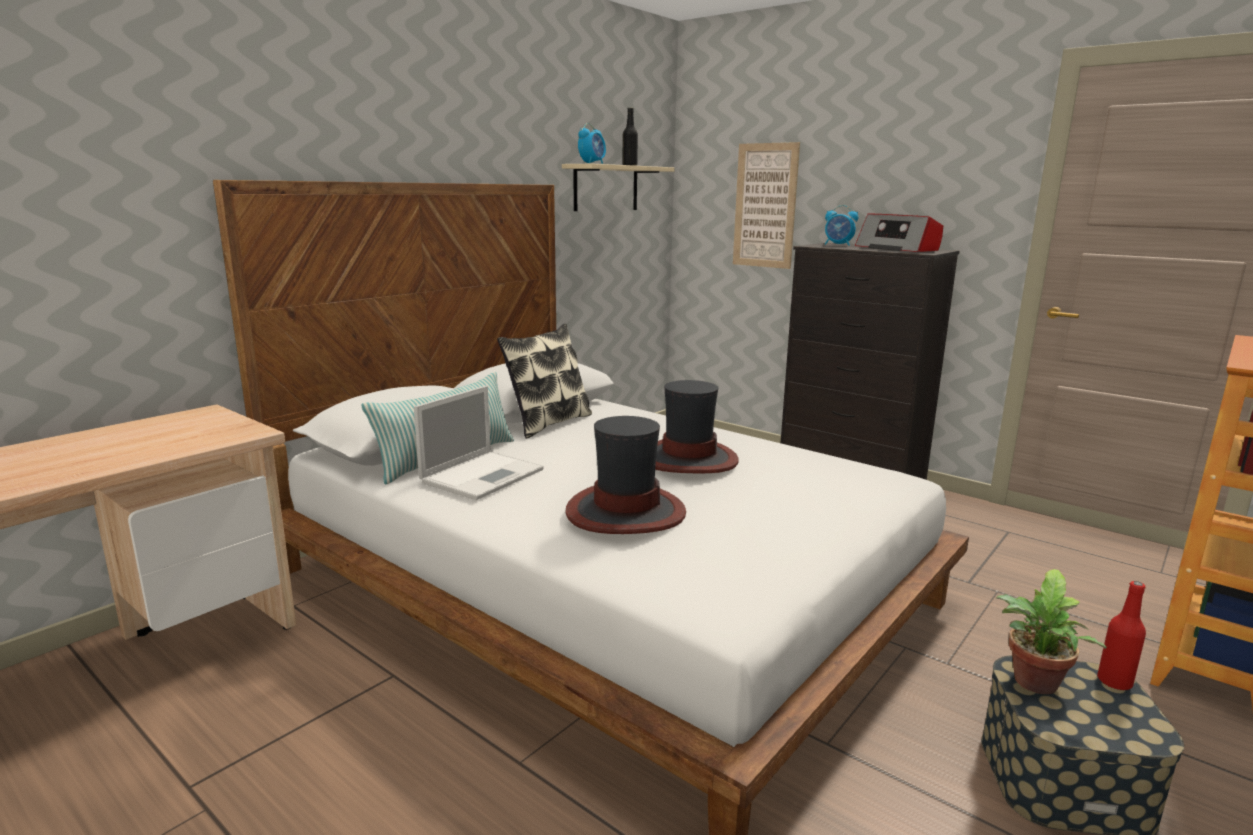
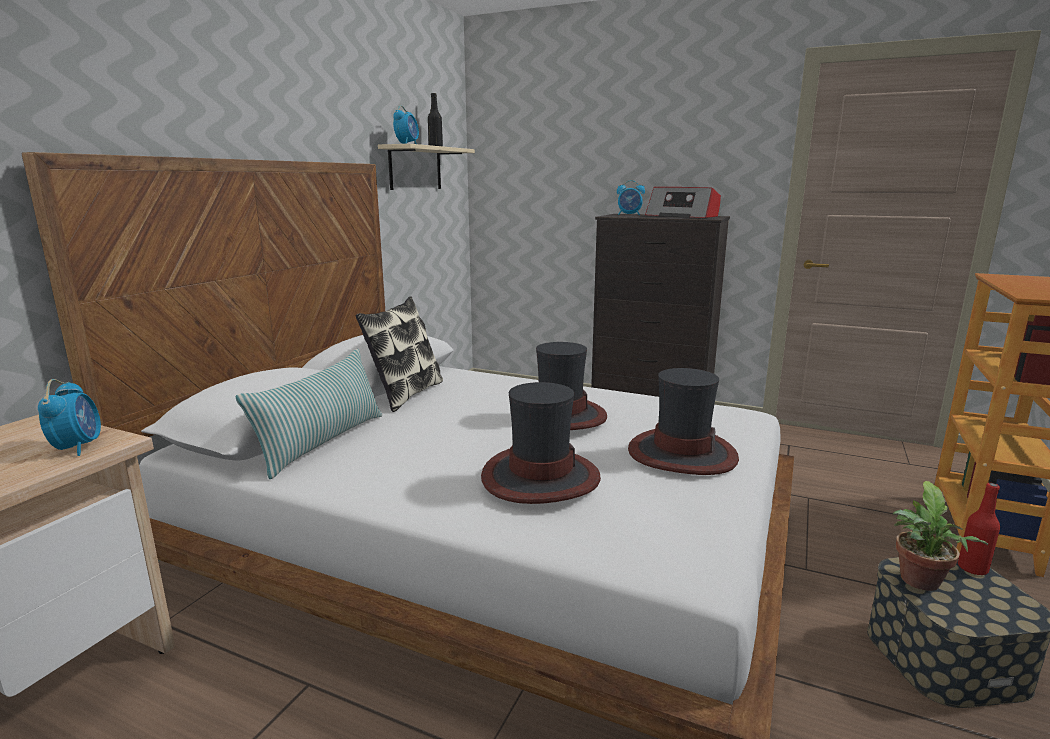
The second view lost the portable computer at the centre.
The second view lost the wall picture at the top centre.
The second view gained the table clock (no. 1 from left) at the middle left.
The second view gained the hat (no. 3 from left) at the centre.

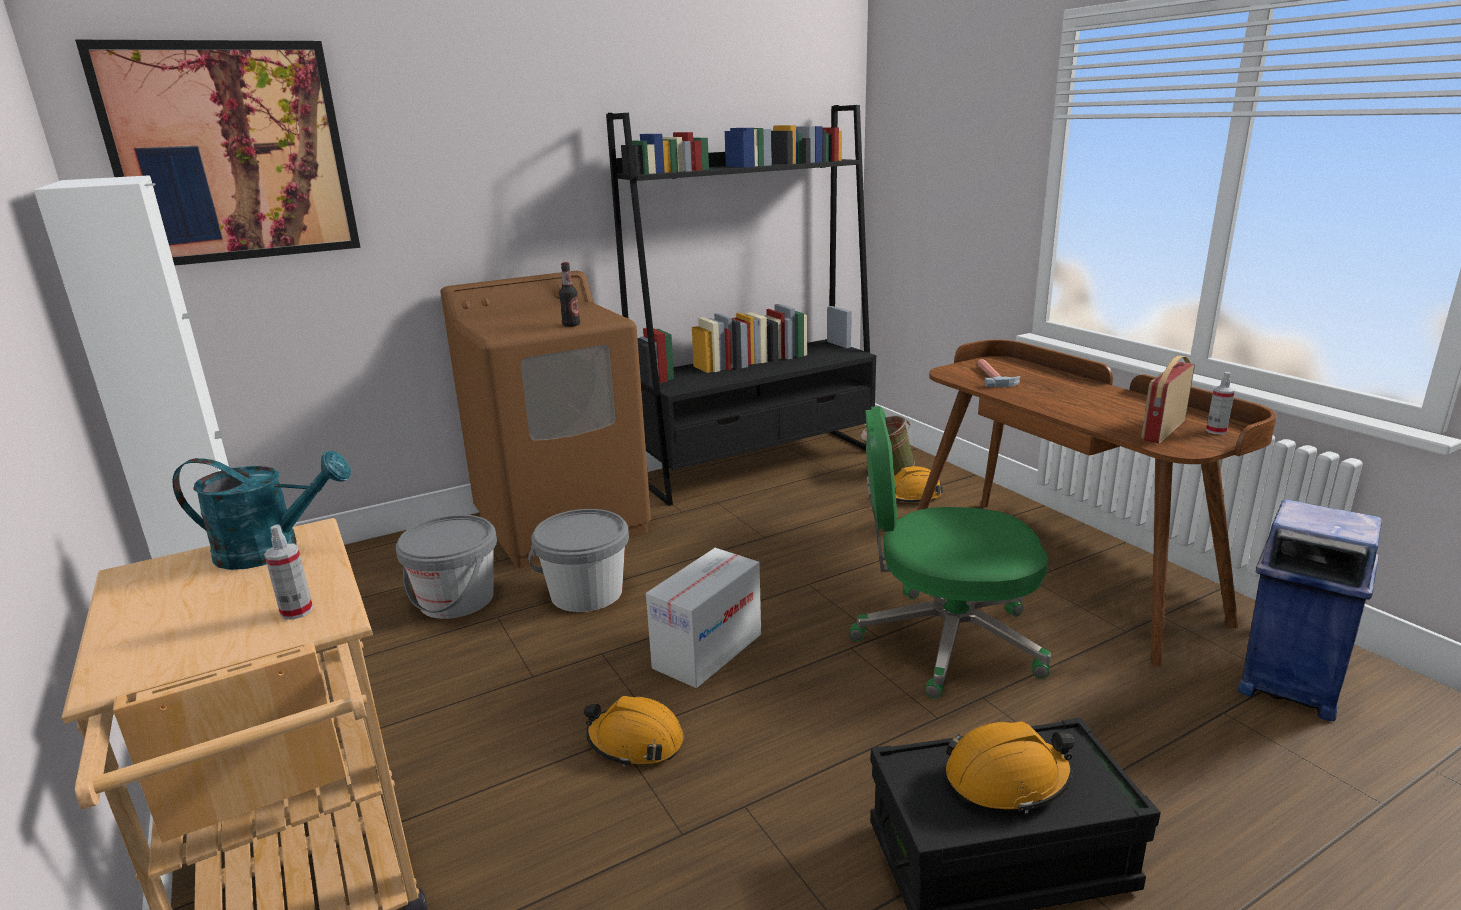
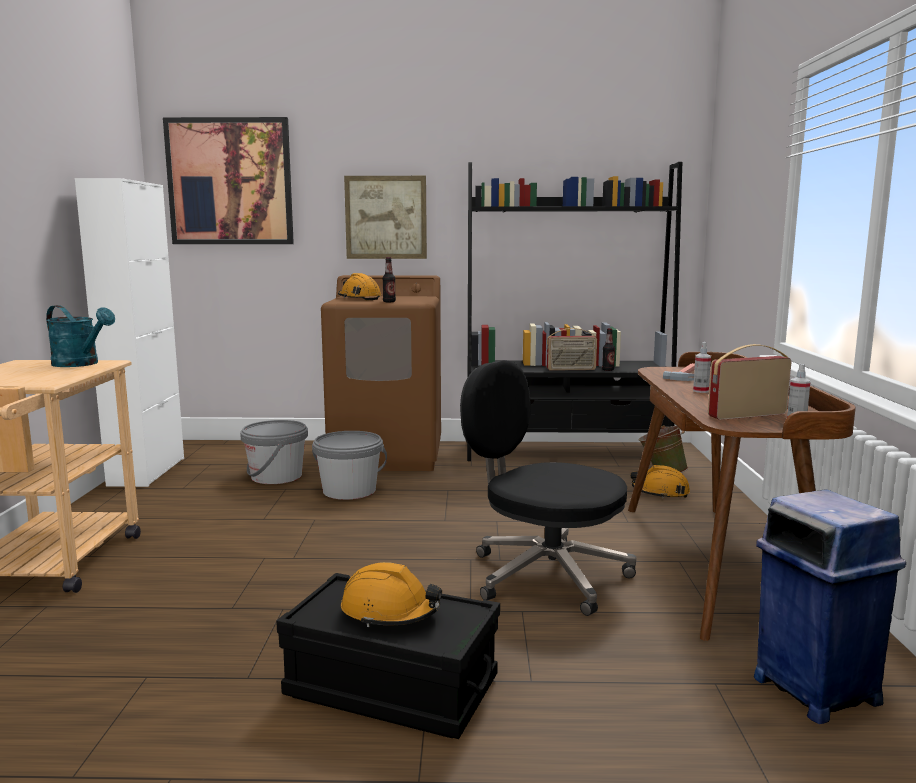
The second view lost the carton at the bottom centre.
The second view gained the wall picture (no. 2 from left) at the top centre.
The second view gained the radio receiver (no. 1 from left) at the centre.
The second view gained the drink bottle (no. 2 from left) at the centre.
The hand sprayer (no. 1 from left) ended up elsewhere, having gone from the middle left to the middle right.
The work helmet (orangey) (no. 1 from left) ended up elsewhere, having gone from the bottom centre to the centre.
What was the office chair (greenish) at the centre turned into the office chair (black) at the centre.

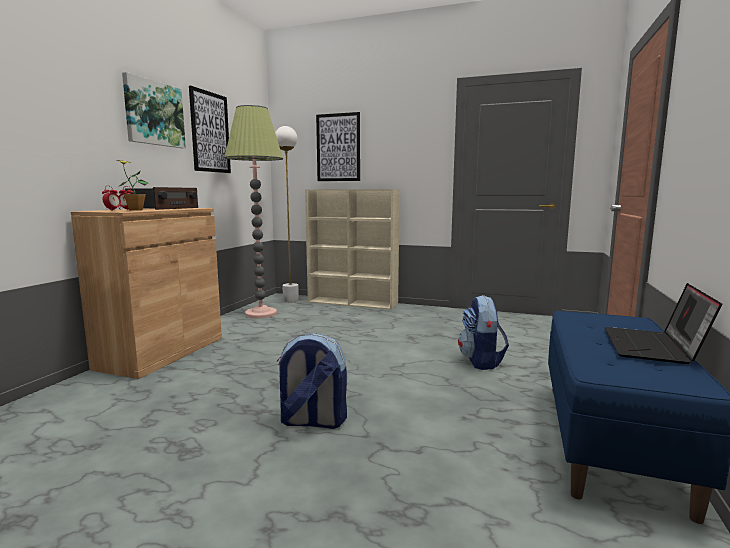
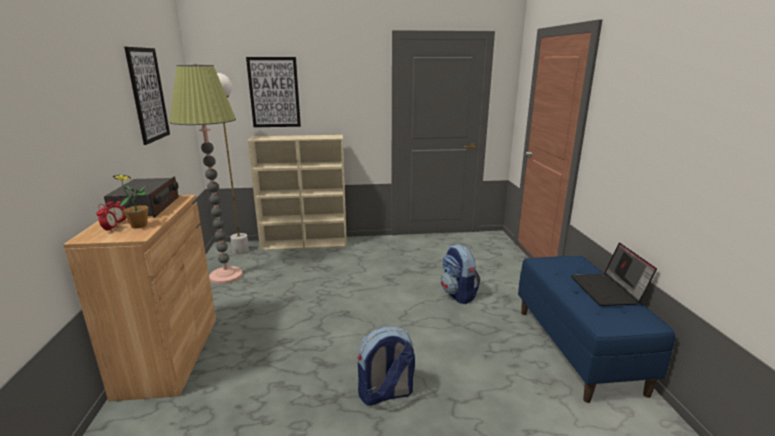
The second view lost the wall picture (no. 1 from left) at the top left.

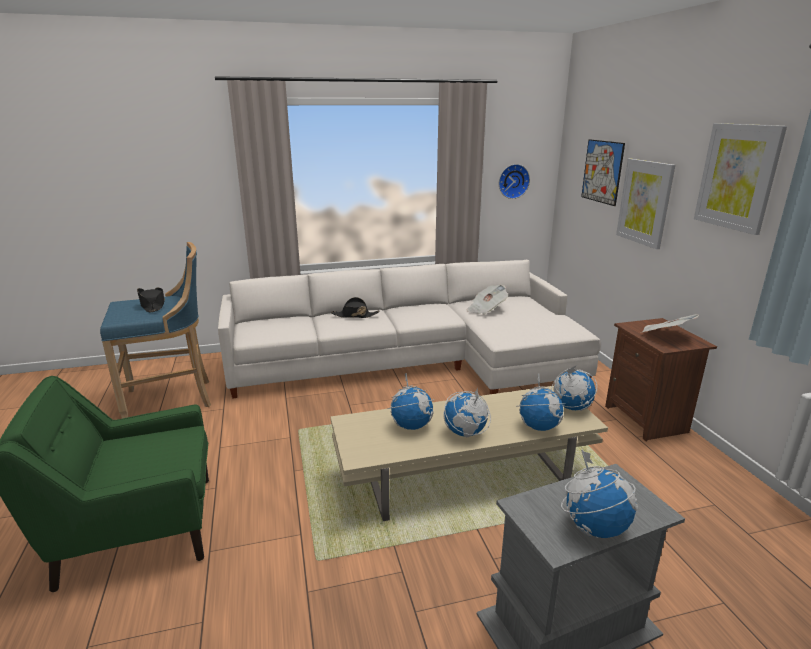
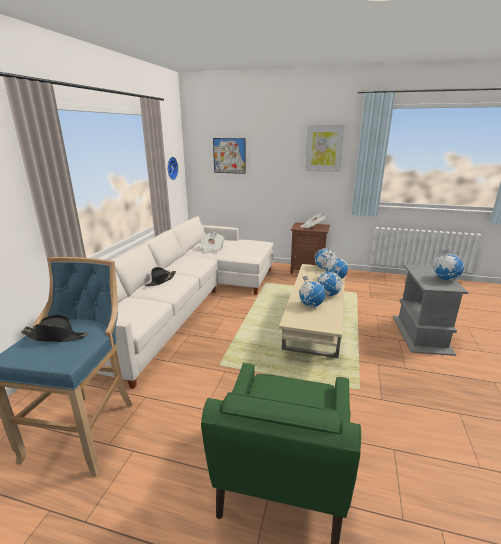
The second view lost the wall picture (no. 2 from left) at the top right.

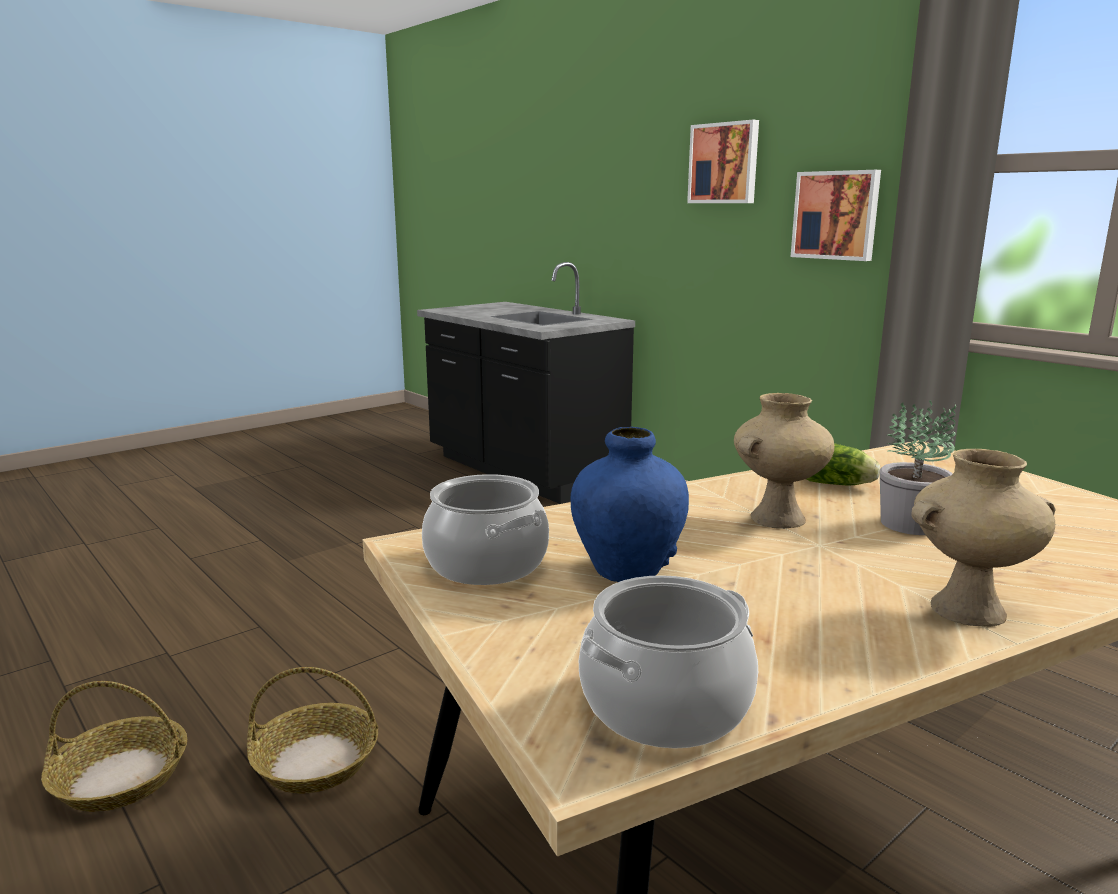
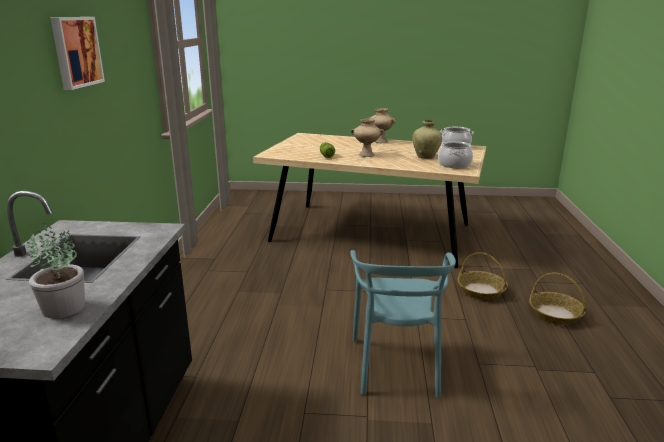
The second view lost the wall picture (no. 2 from left) at the top right.
The second view gained the upright chair (turquoise) at the bottom centre.
The plant in a pot ended up elsewhere, having gone from the middle right to the middle left.
What was the flower vase (bluish) at the centre turned into the flower vase (beige-coloured) (no. 3 from left) at the top centre.

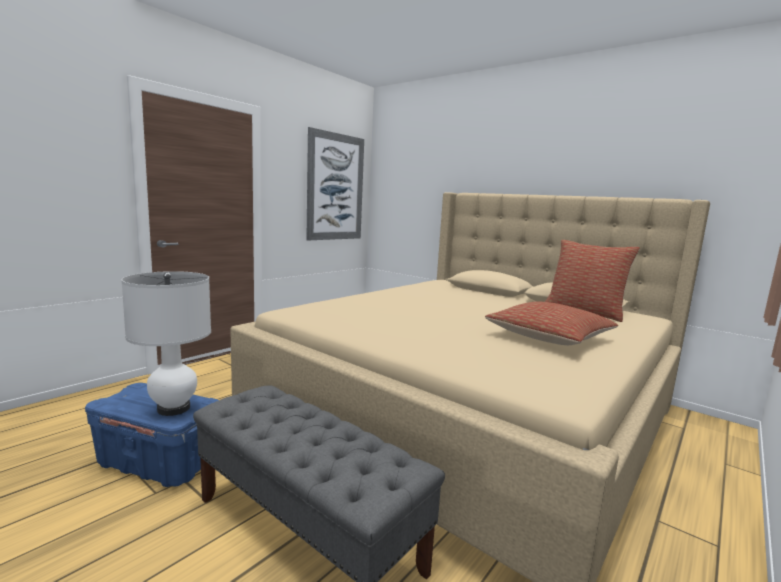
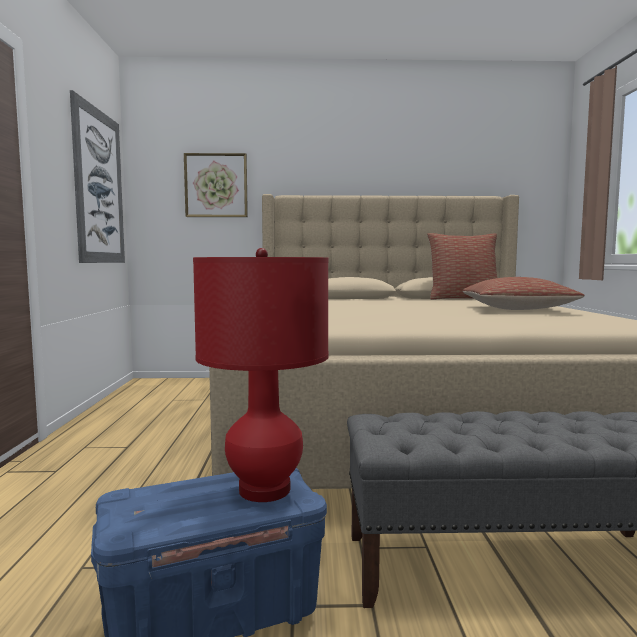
The second view gained the wall picture (no. 2 from left) at the top centre.
What was the table lamp (white) at the middle left turned into the table lamp (red-coloured) at the centre.

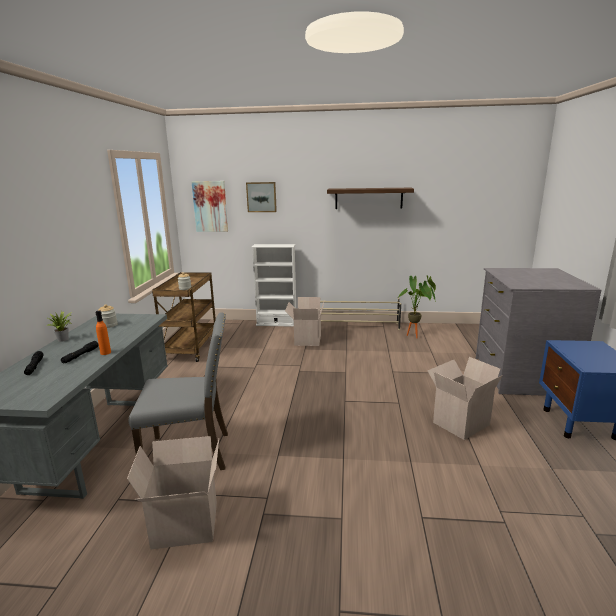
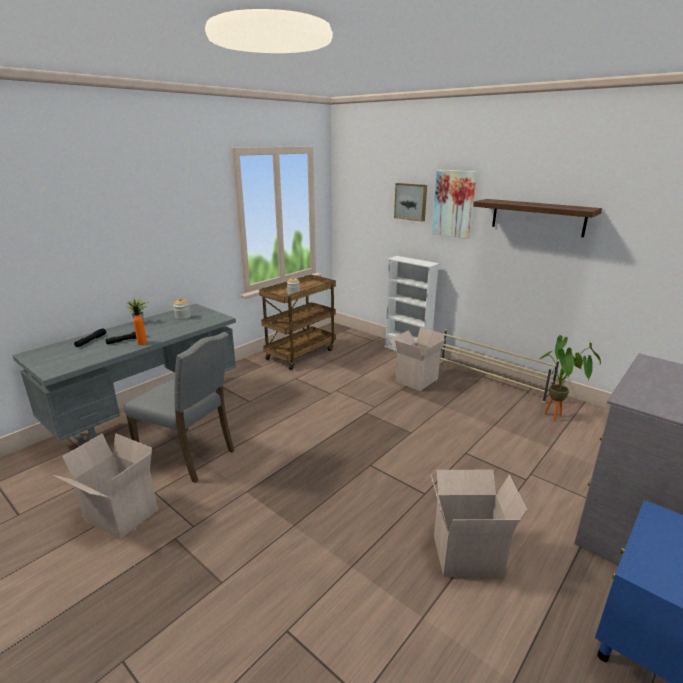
The wall picture (no. 1 from left in the first image) ended up elsewhere, having gone from the centre to the top centre.

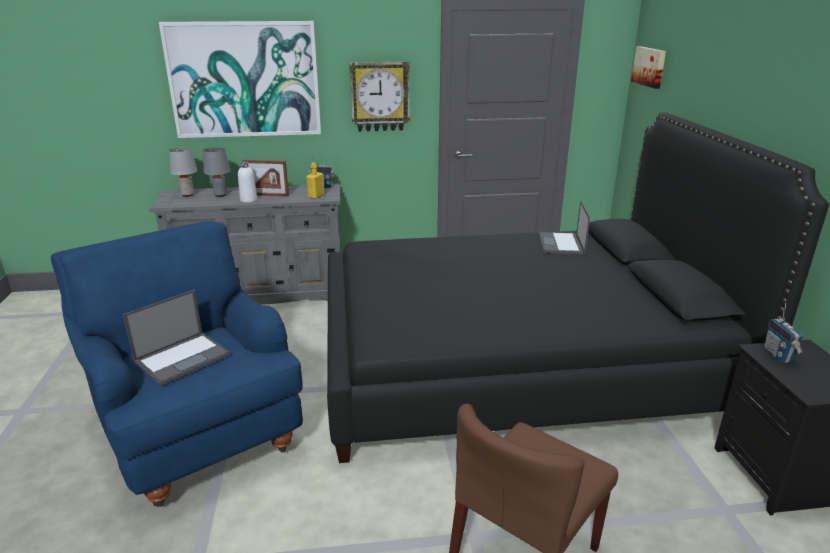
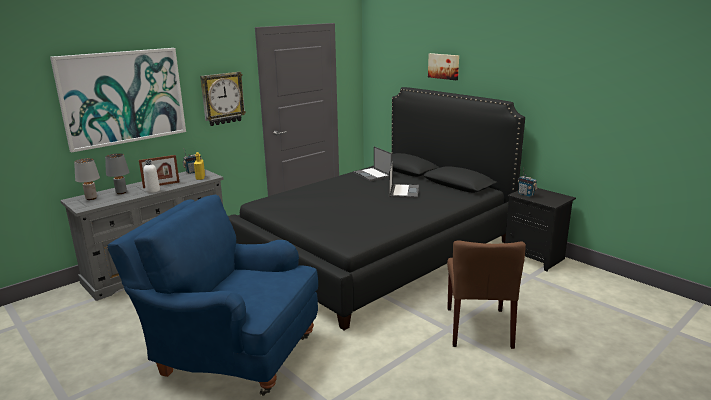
The portable computer (no. 1 from left in the first image) ended up elsewhere, having gone from the middle left to the centre.
The wall picture (no. 2 from left) ended up elsewhere, having gone from the top right to the top centre.

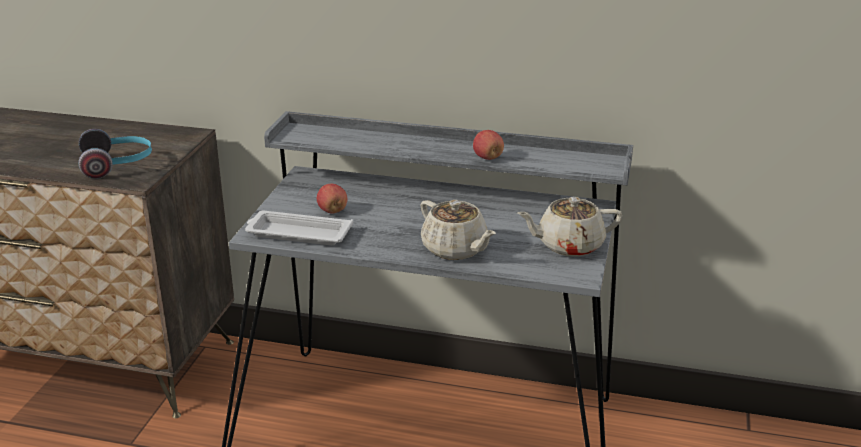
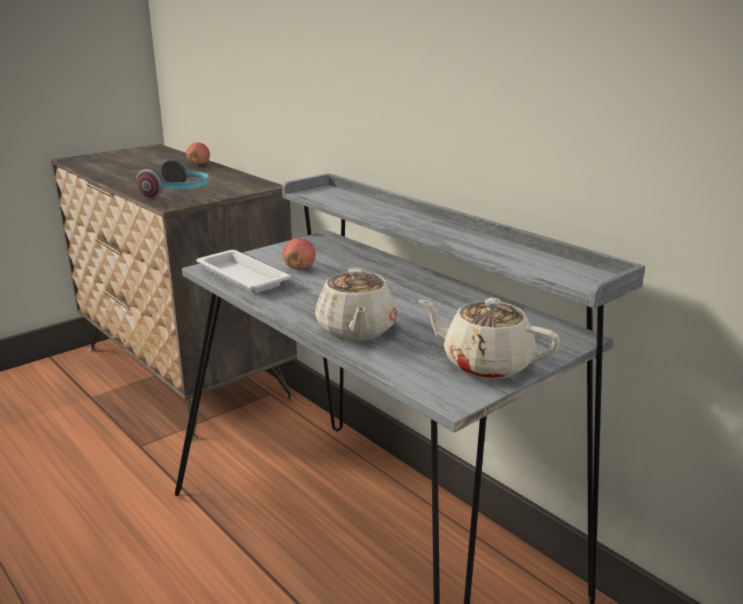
The apple fruit (no. 2 from left in the first image) ended up elsewhere, having gone from the top centre to the top left.

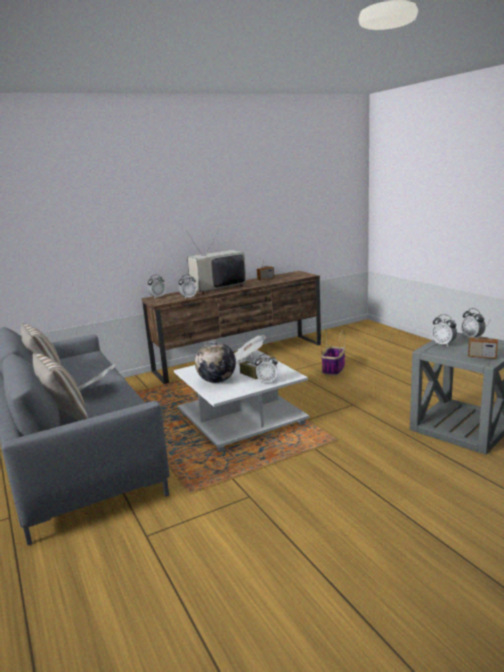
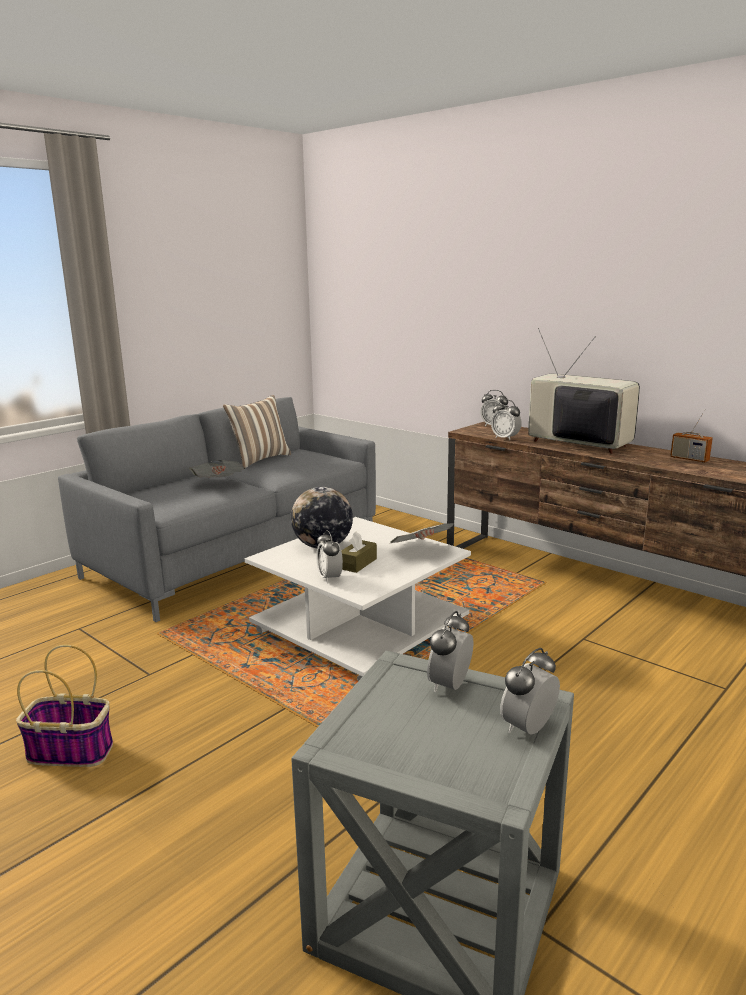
The second view lost the pillow (no. 2 from left) at the middle left.
The second view lost the radio receiver (no. 2 from left) at the middle right.
The storage basket ended up elsewhere, having gone from the centre to the bottom left.

